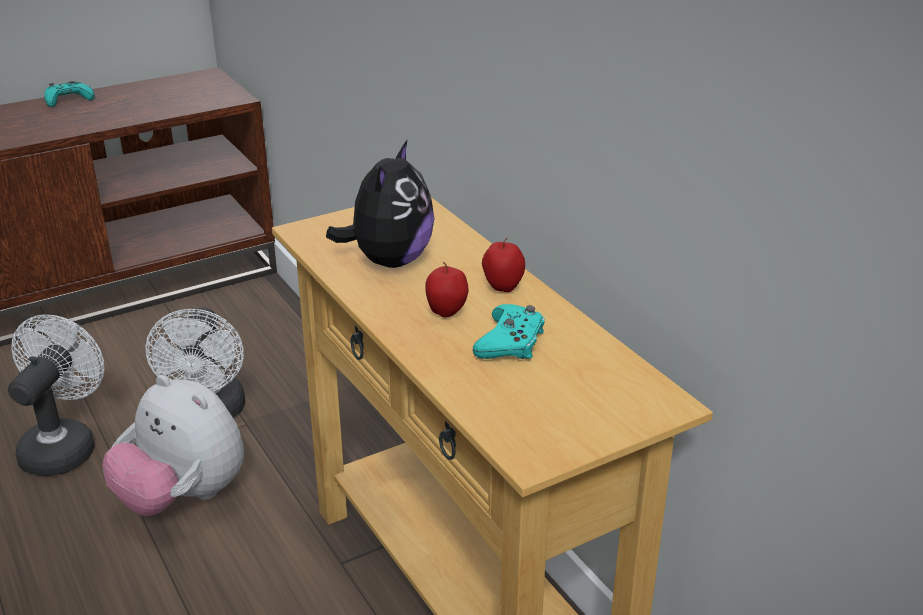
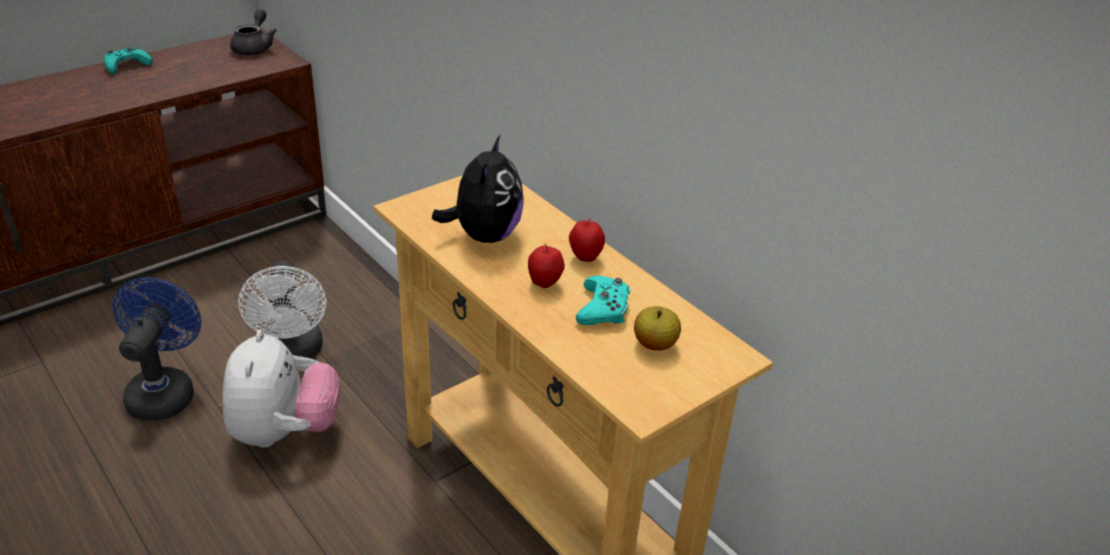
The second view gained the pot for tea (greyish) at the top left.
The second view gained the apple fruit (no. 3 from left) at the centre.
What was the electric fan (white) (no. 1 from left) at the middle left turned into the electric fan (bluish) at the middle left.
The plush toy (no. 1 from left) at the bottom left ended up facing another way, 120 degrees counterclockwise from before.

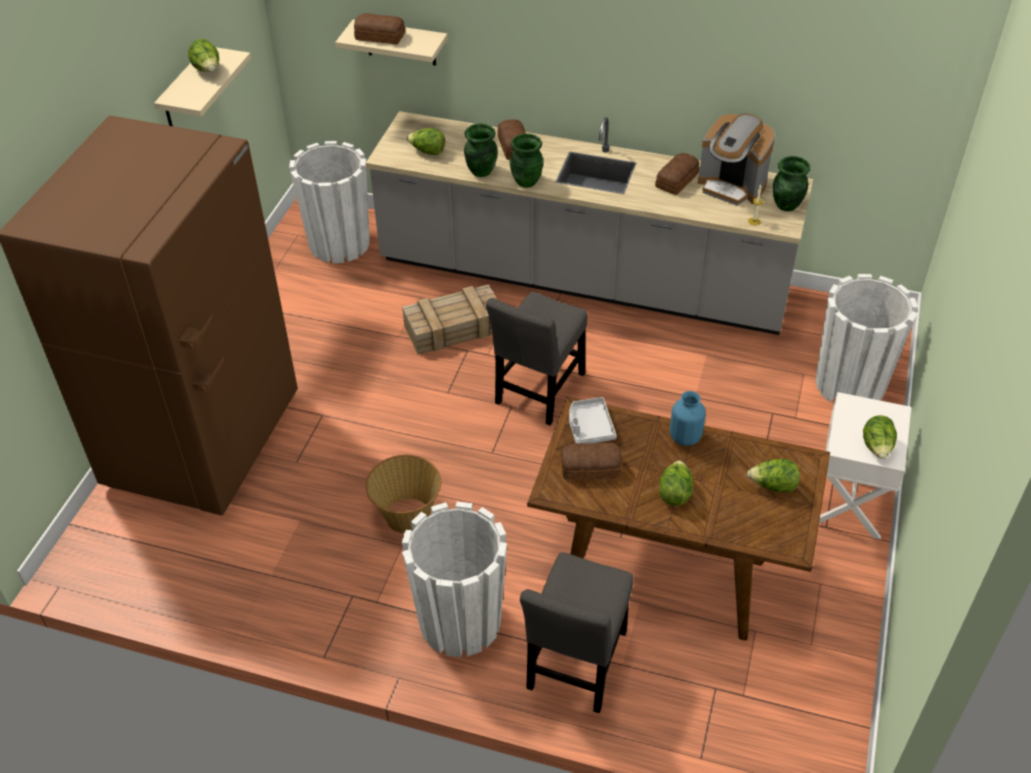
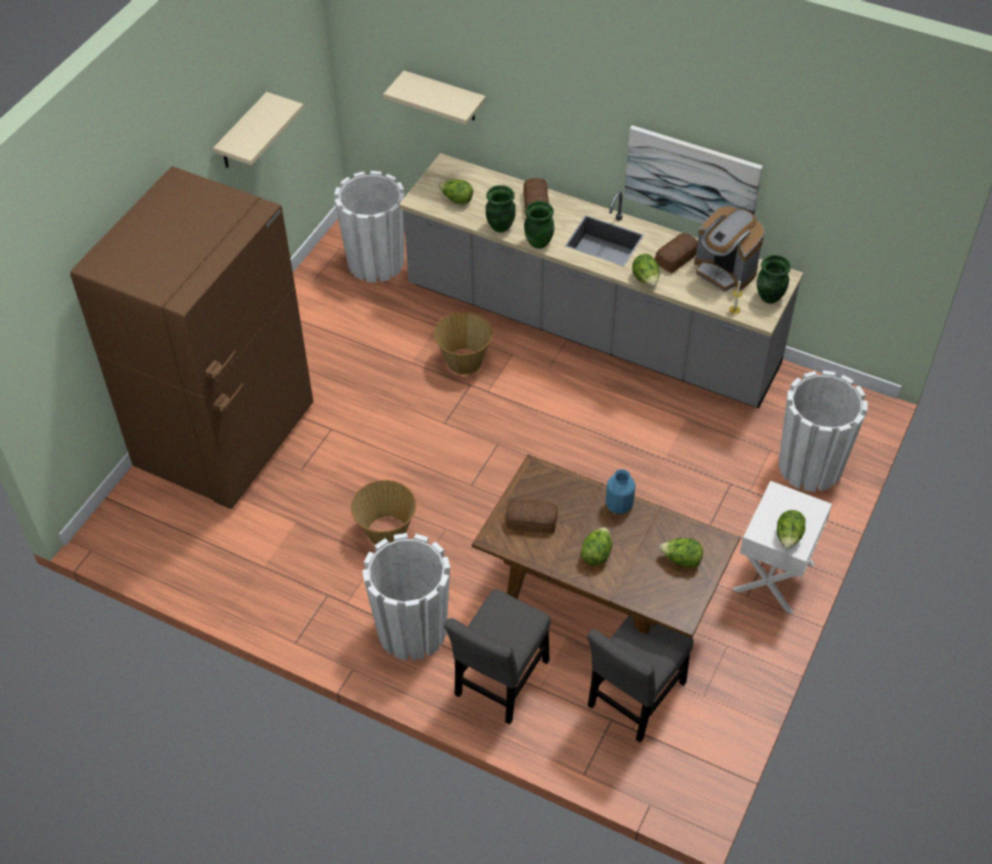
The second view lost the baked bread (no. 1 from left) at the top centre.
The second view lost the serving tray (greyish) at the centre.
The second view gained the wall picture at the top right.
The lettuce head (no. 1 from left in the first image) ended up elsewhere, having gone from the top left to the top centre.
The upright chair (greyish) (no. 1 from left in the first image) ended up elsewhere, having gone from the centre to the bottom centre.
Where the shipping crate stood at the centre, the storage basket (no. 2 from left) came to stand at the centre.

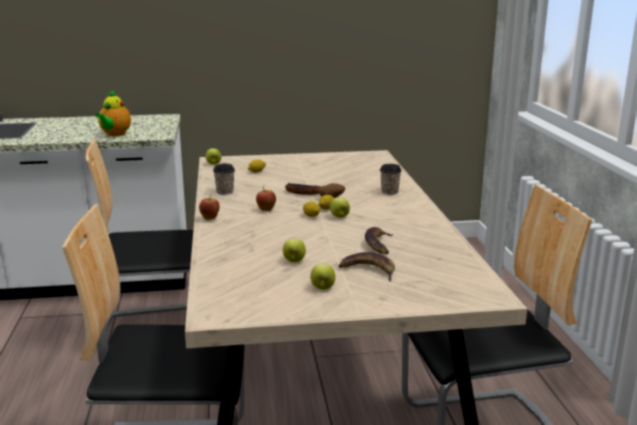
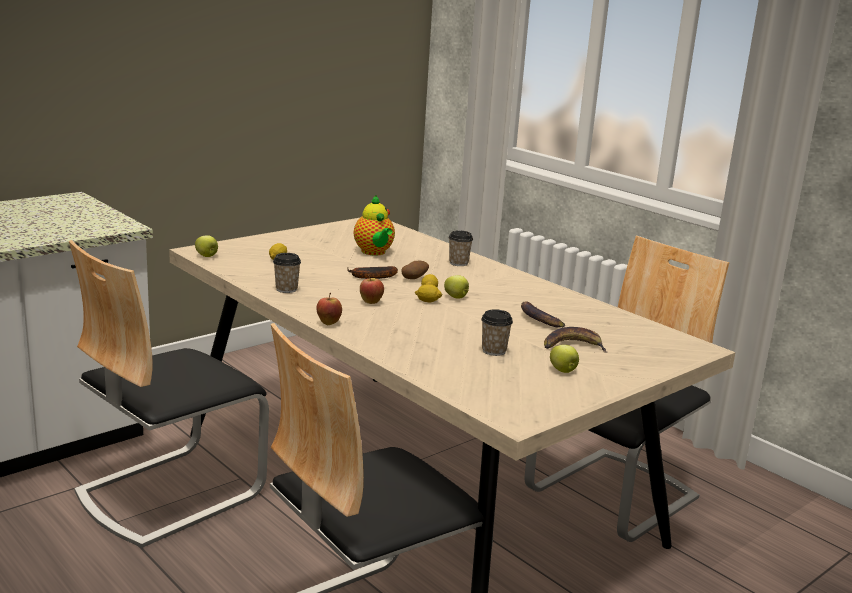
The pot for tea ended up elsewhere, having gone from the top left to the centre.
Where the apple fruit (no. 4 from left) stood at the centre, the drinking cup (no. 3 from left) came to stand at the centre.

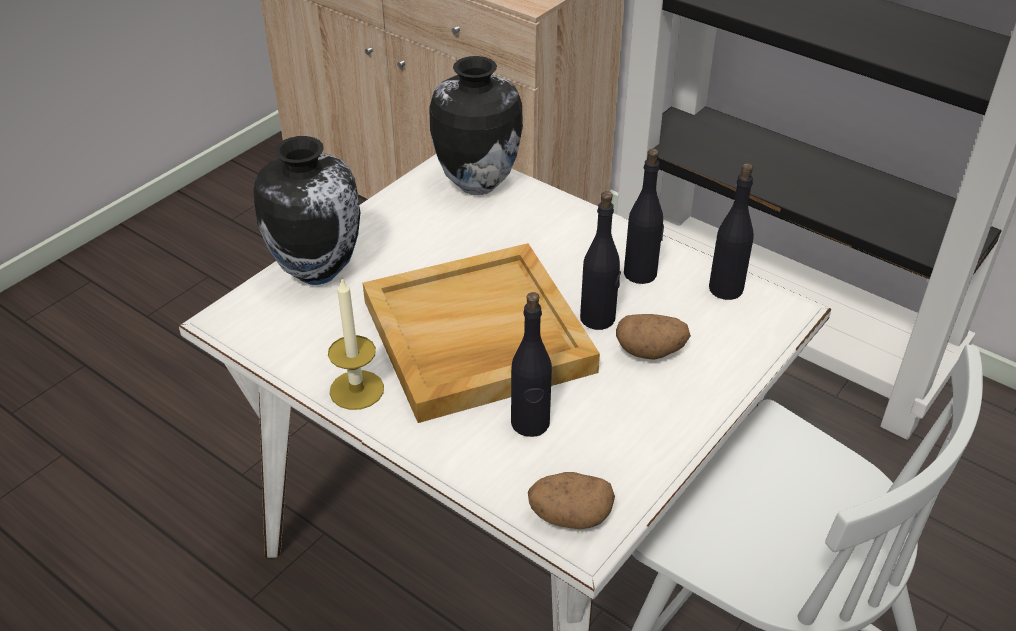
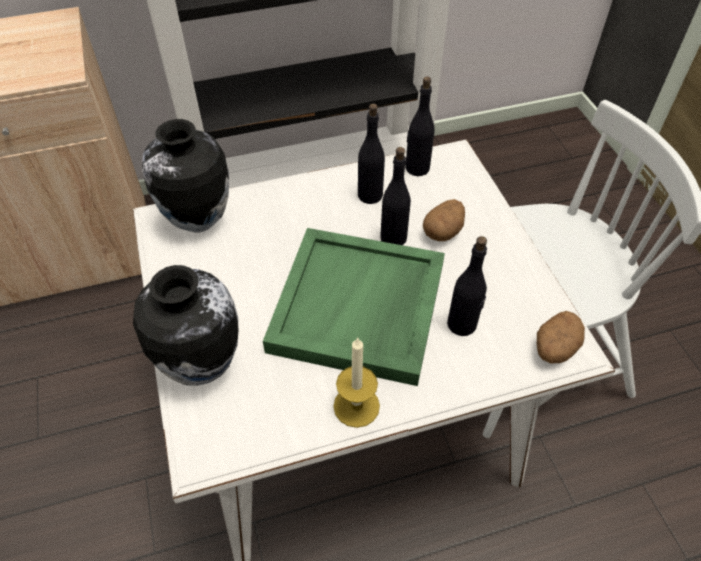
What was the serving tray (beige-coloured) at the centre turned into the serving tray (greenish) at the centre.

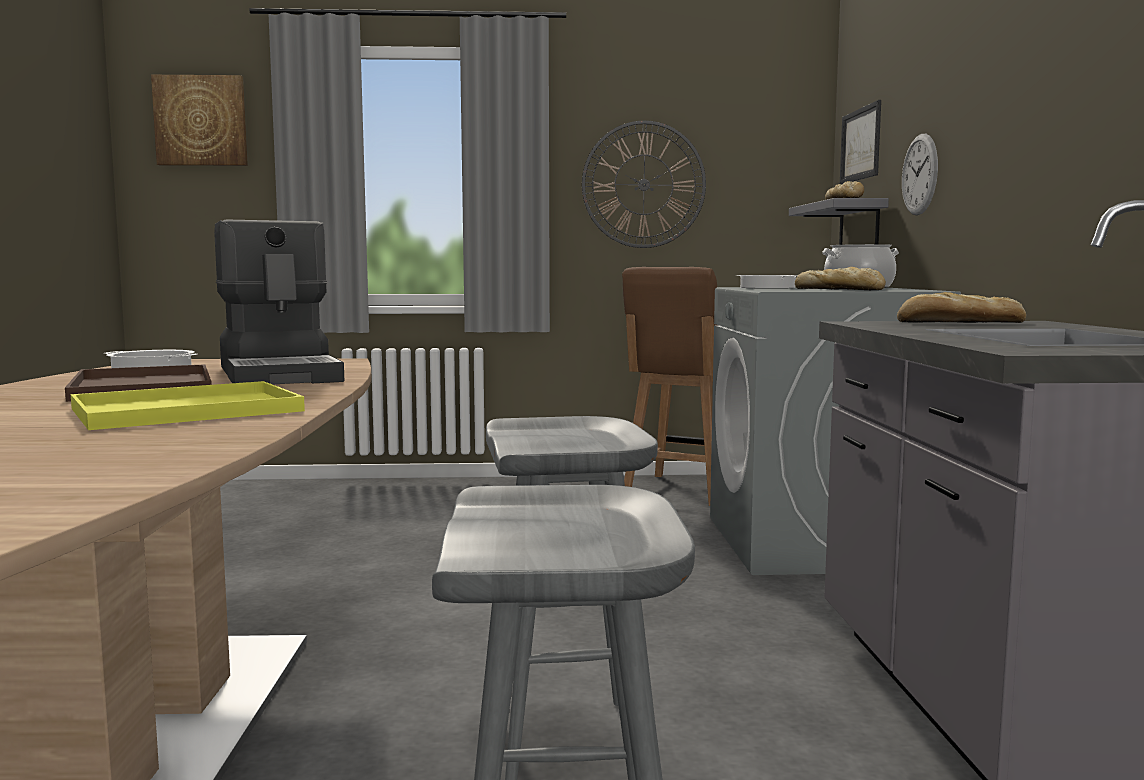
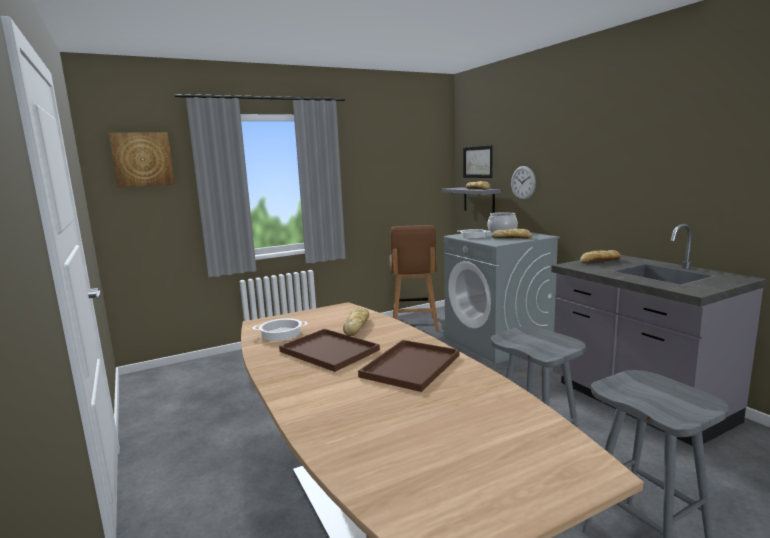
The second view lost the hanging clock (no. 1 from left) at the top centre.
Where the coffee machine stood at the middle left, the baked bread (no. 1 from left) came to stand at the centre.
What was the serving tray (yellow) at the middle left turned into the serving tray (brownish) (no. 2 from left) at the bottom centre.

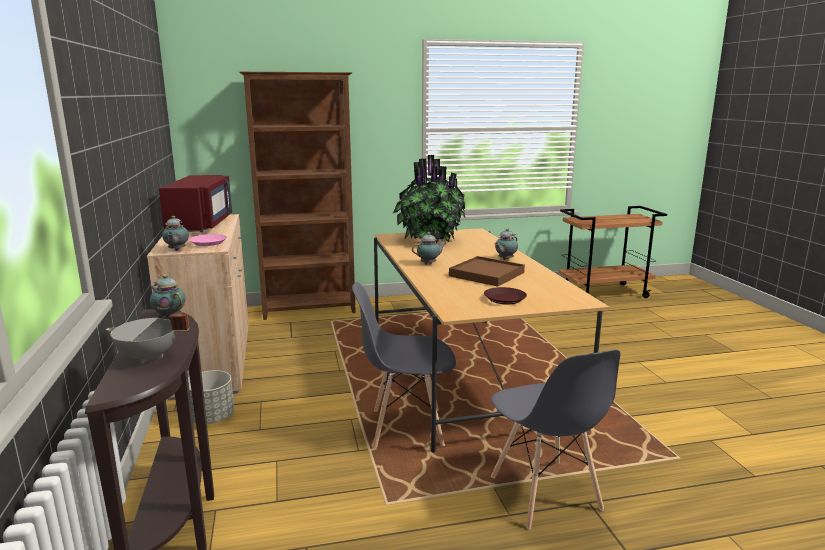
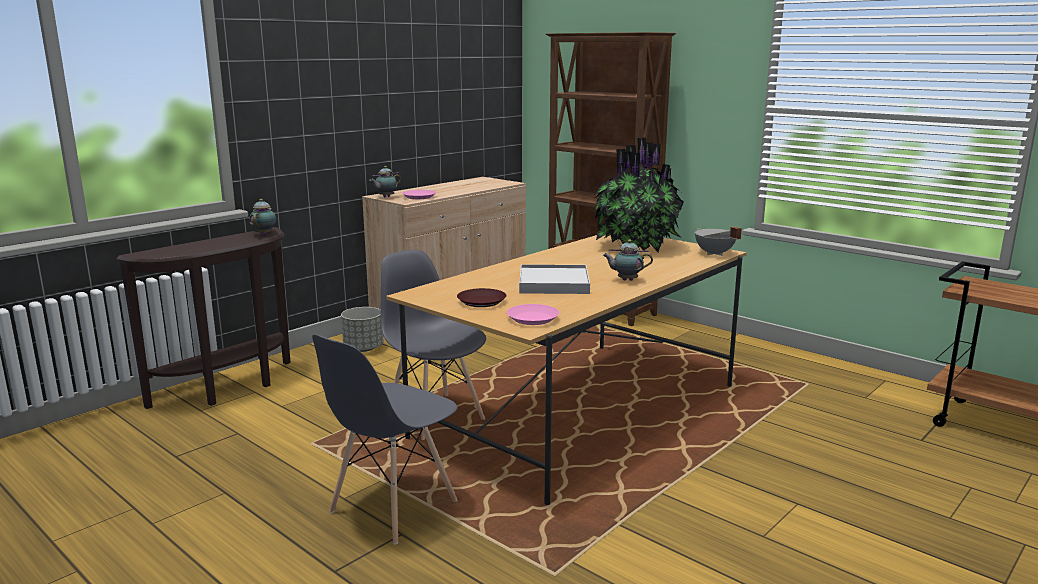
The second view lost the microwave (red-coloured) at the middle left.
The second view lost the pot for tea (no. 3 from left) at the centre.
The second view gained the flat dish (pink-coloured) (no. 2 from left) at the centre.
The cooking pot (greyish) ended up elsewhere, having gone from the middle left to the middle right.
What was the serving tray (brownish) at the centre turned into the serving tray (white) at the centre.

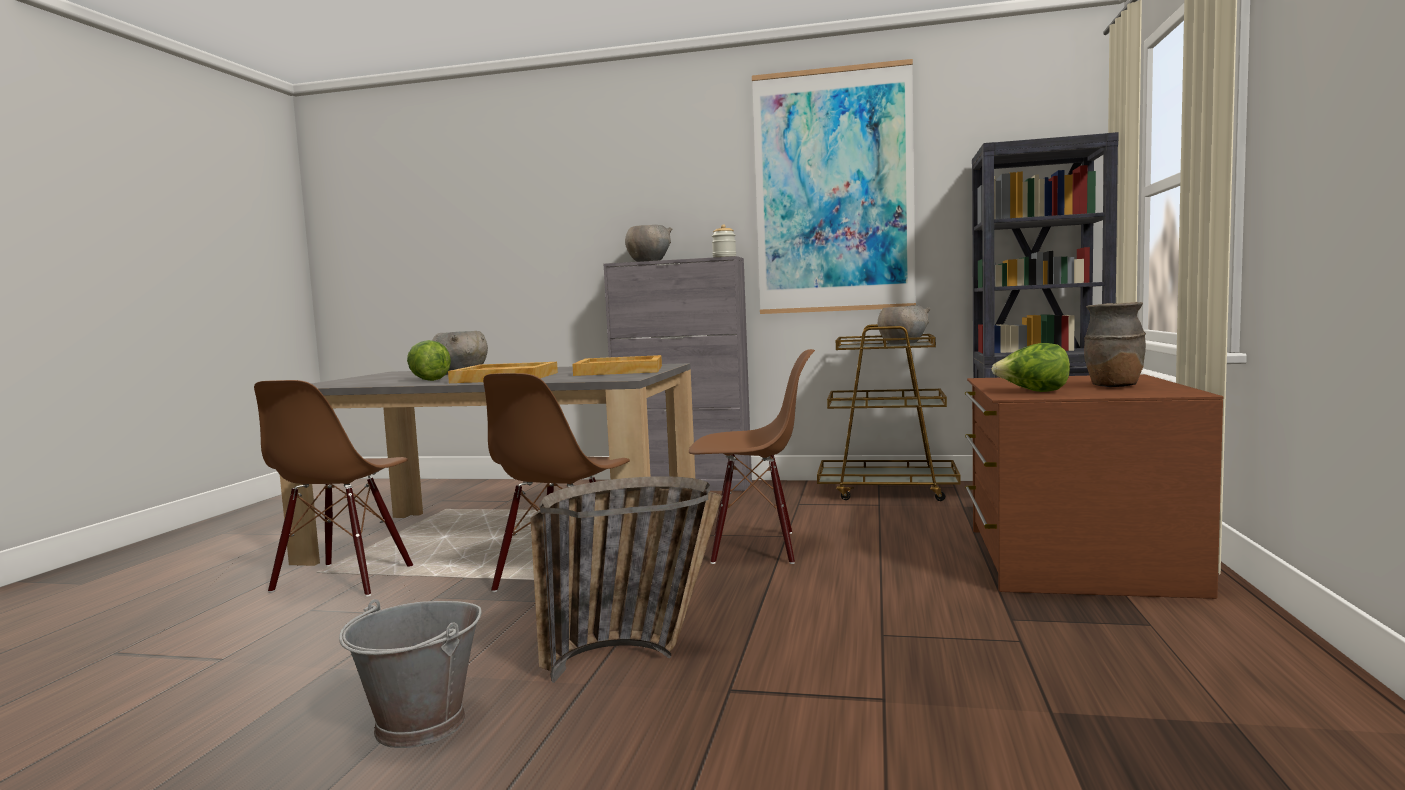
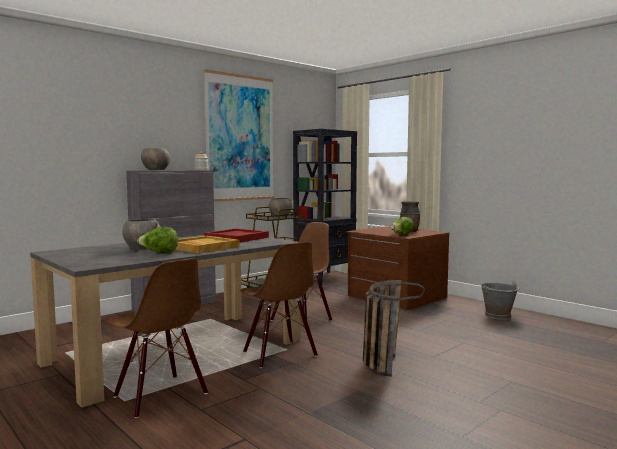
The bucket (greyish) ended up elsewhere, having gone from the bottom left to the bottom right.
What was the serving tray (beige-coloured) (no. 2 from left) at the centre turned into the serving tray (red-coloured) at the centre.

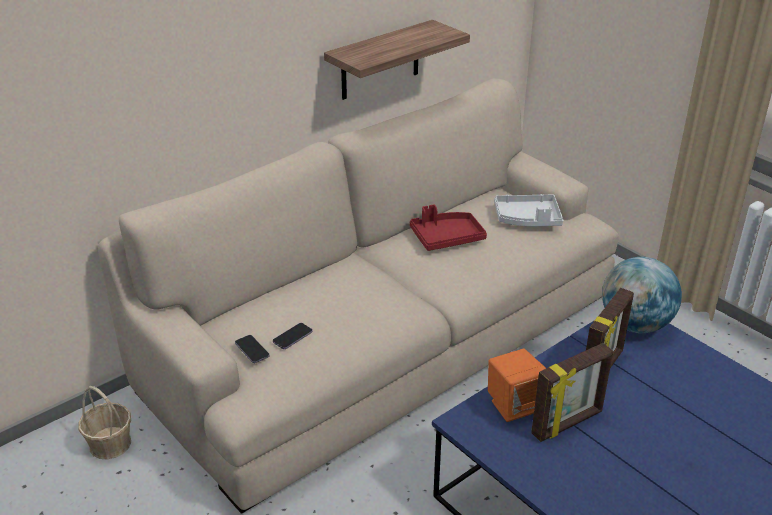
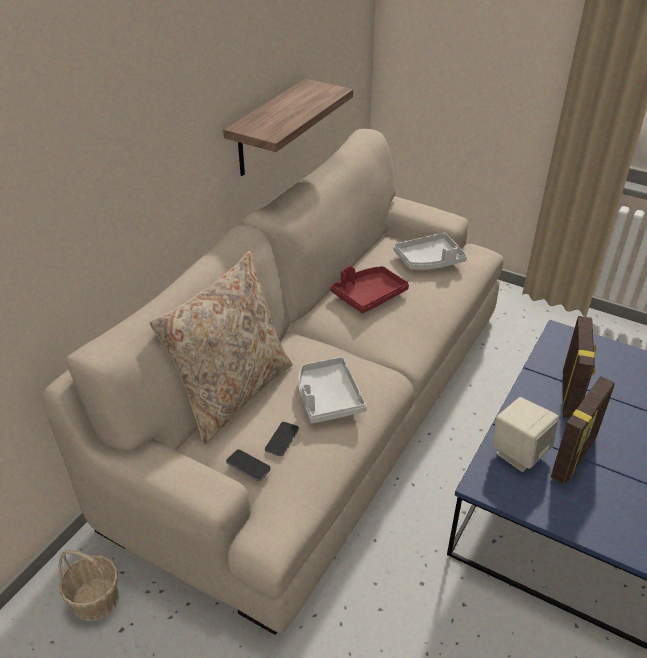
The second view lost the world globe at the middle right.
The second view gained the pillow (beige-coloured) at the centre.
The second view gained the serving tray (greyish) (no. 1 from left) at the centre.
What was the audio speaker (orangey) at the bottom right turned into the audio speaker (beige-coloured) at the middle right.

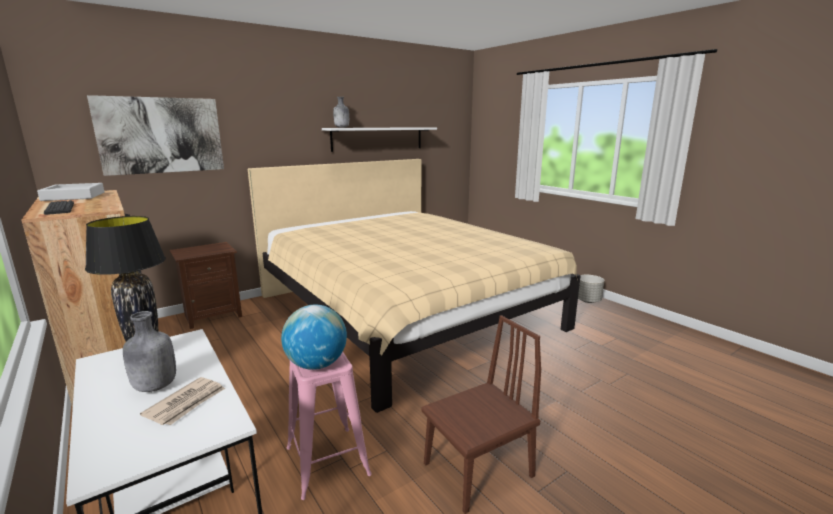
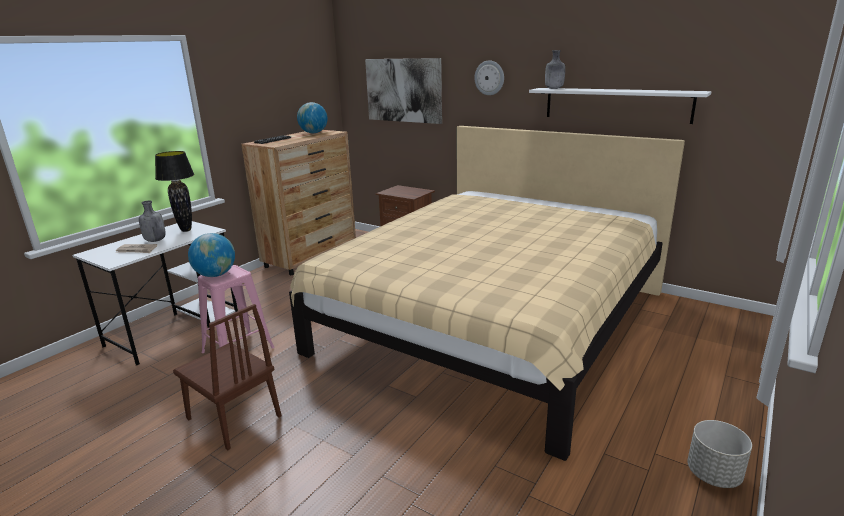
The second view gained the hanging clock at the top centre.
Where the serving tray (greyish) stood at the middle left, the world globe (no. 2 from left) came to stand at the top centre.

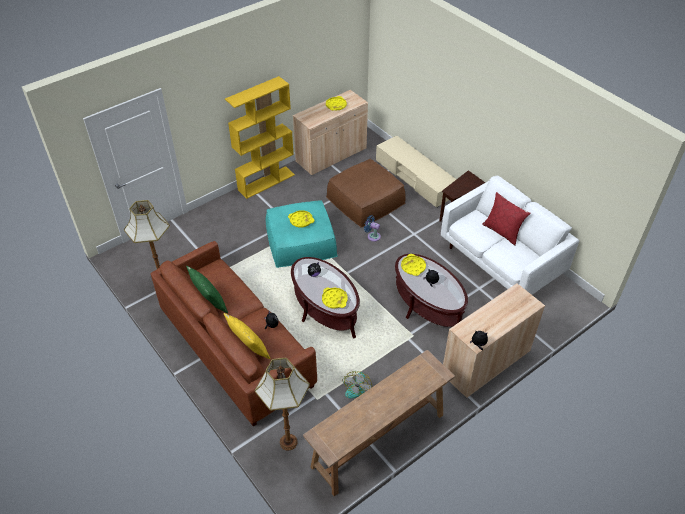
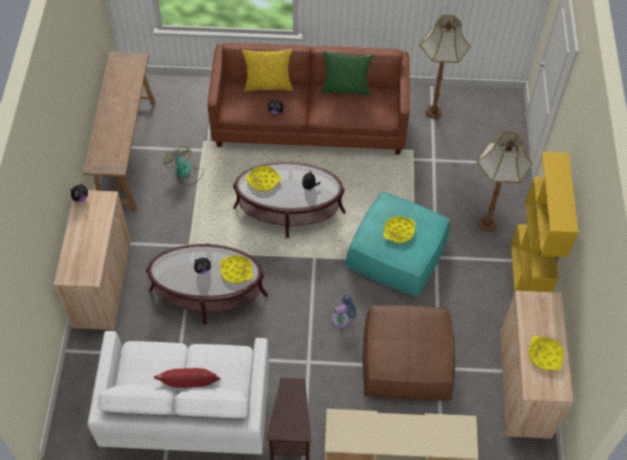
The standard lamp (no. 2 from left) ended up elsewhere, having gone from the bottom centre to the middle right.

